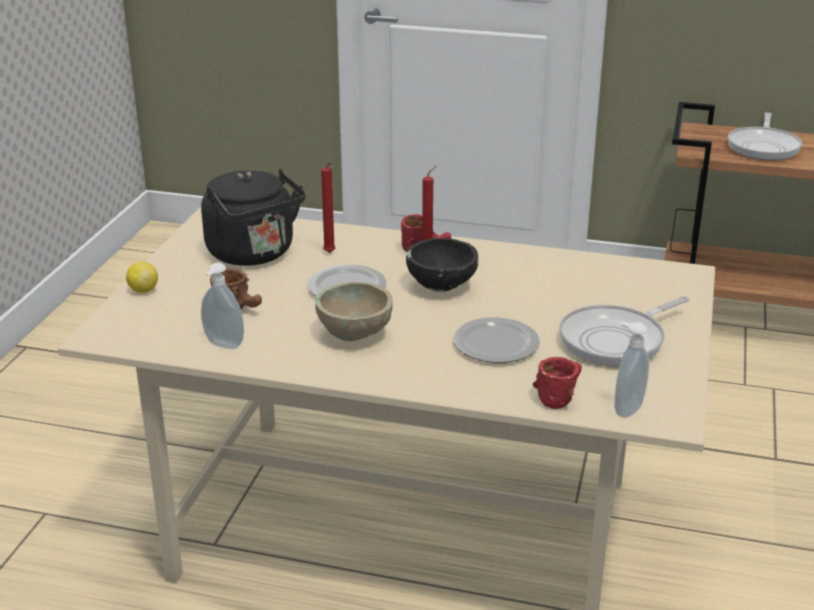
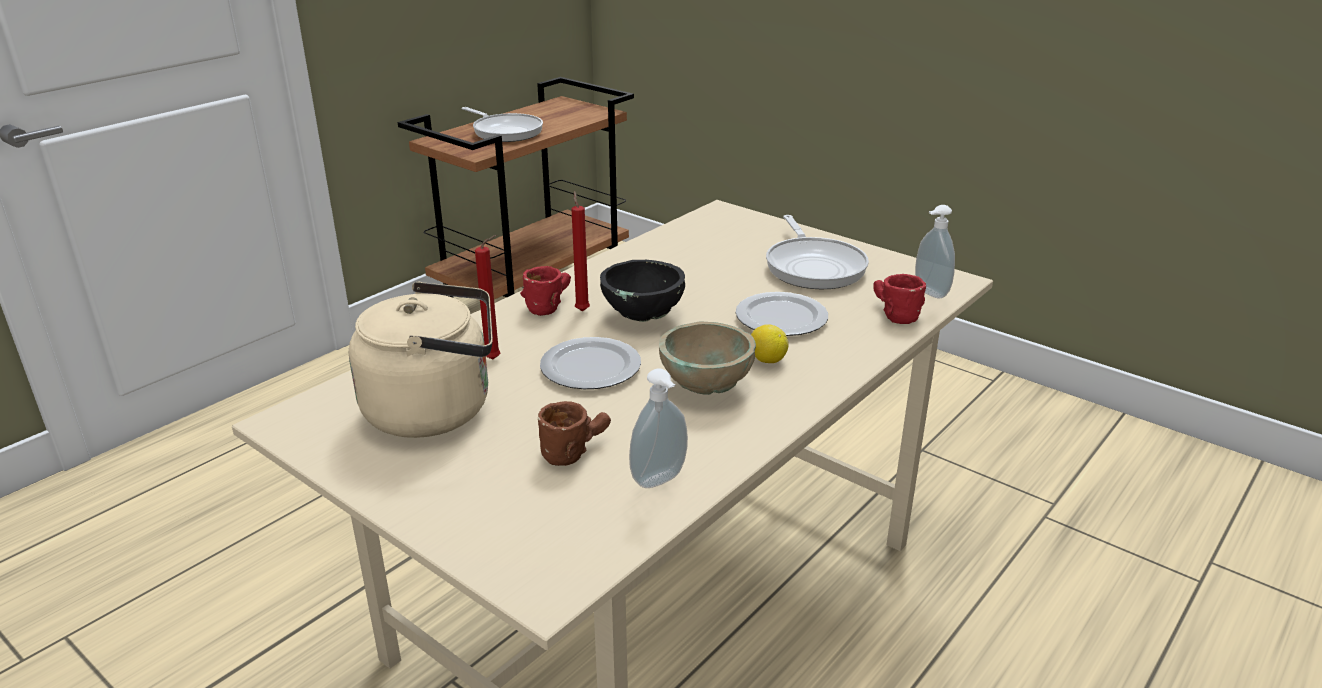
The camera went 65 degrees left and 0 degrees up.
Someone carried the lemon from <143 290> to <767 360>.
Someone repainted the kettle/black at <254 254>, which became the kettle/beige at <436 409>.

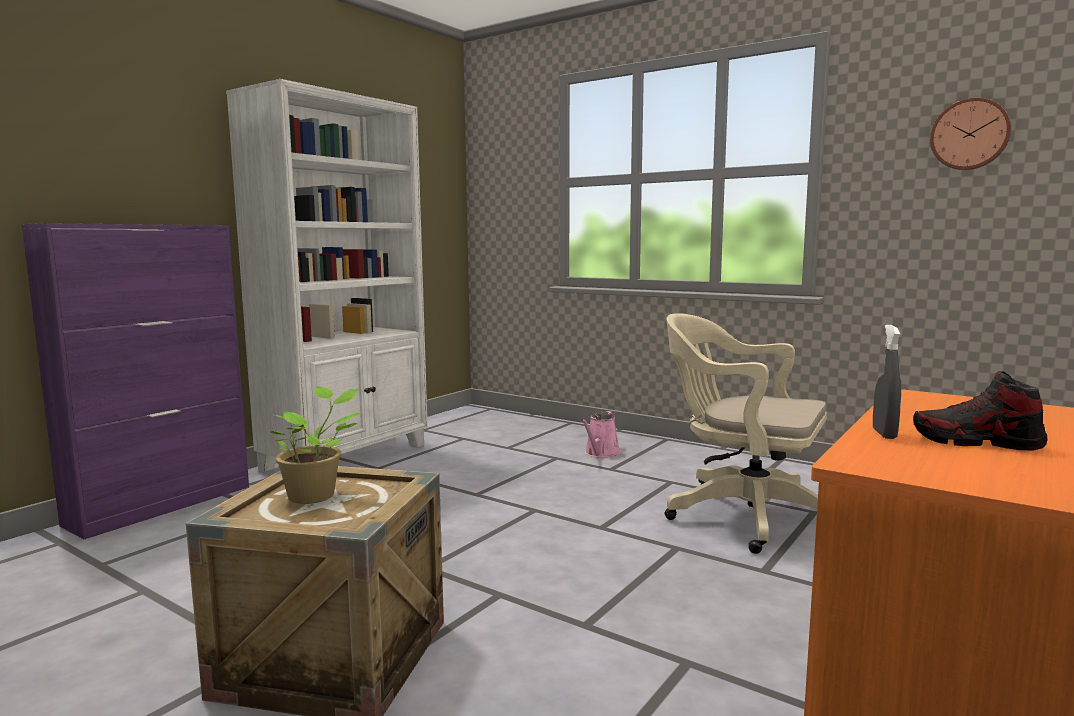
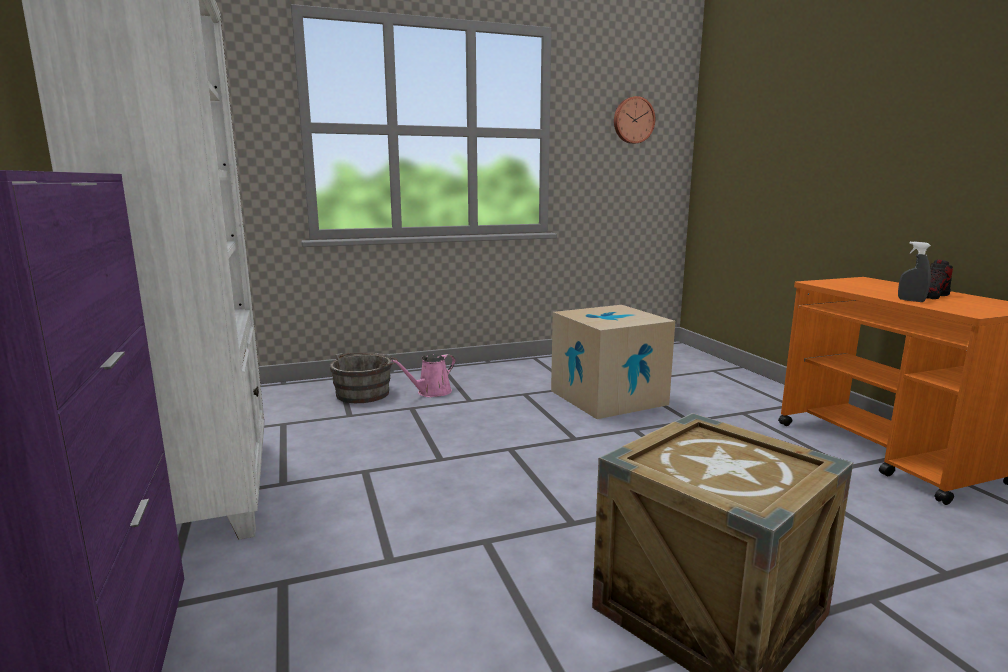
The camera went 55 degrees left and 5 degrees up.
Someone took away the potted plant at <315 495>.
Someone rotated the watering can/pink at <601 453> by 75 degrees clockwise.
Someone swapped the office chair/beige at <742 516> for the cardboard box at <608 397>.
Someone put down the bucket/grey at <365 393>.

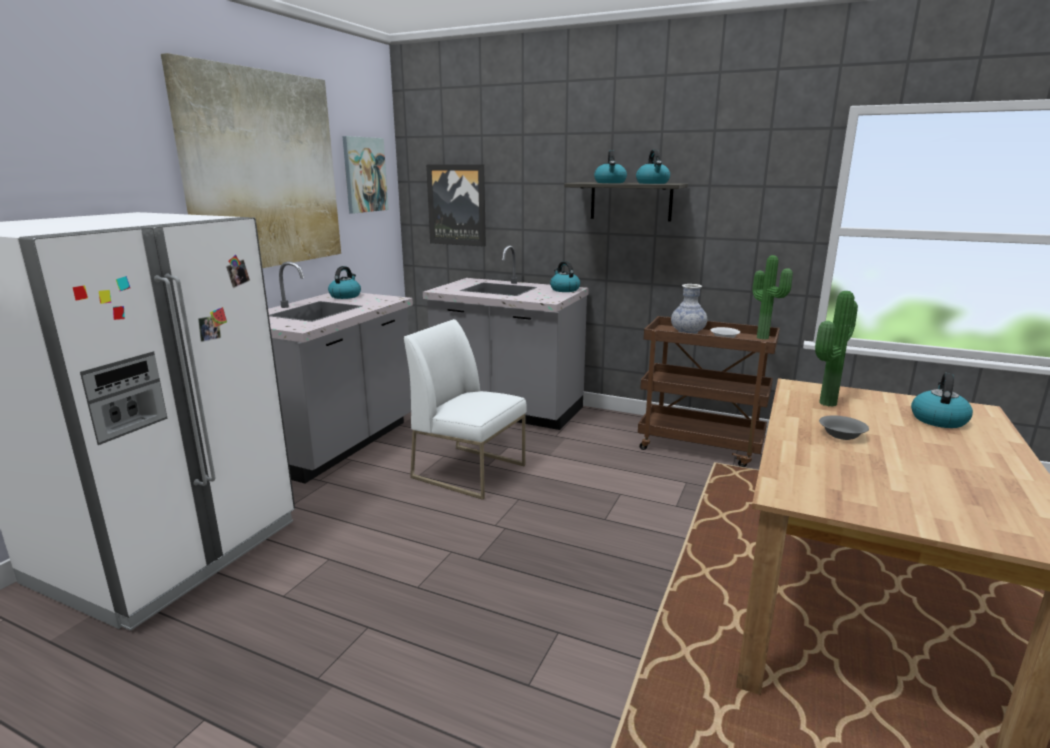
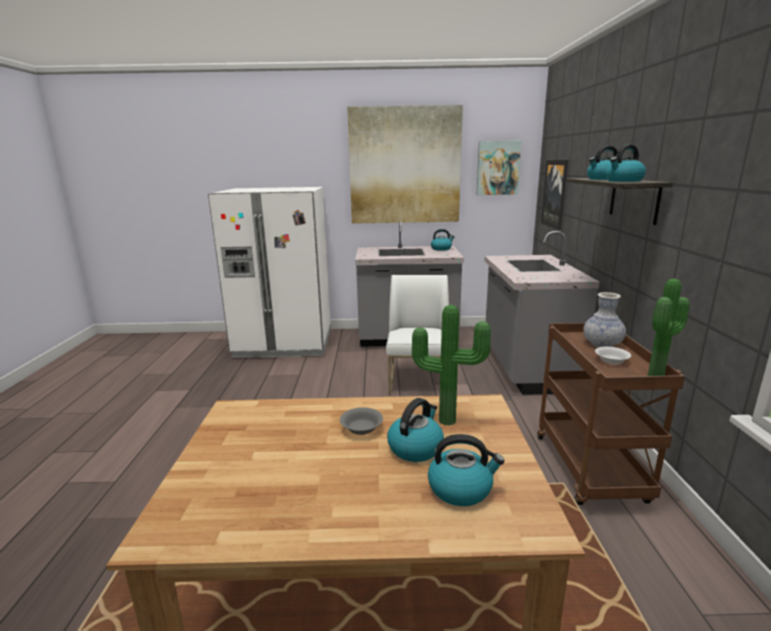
The camera went 65 degrees right and 0 degrees up.
Someone carried the kettle from <564 289> to <415 447>.

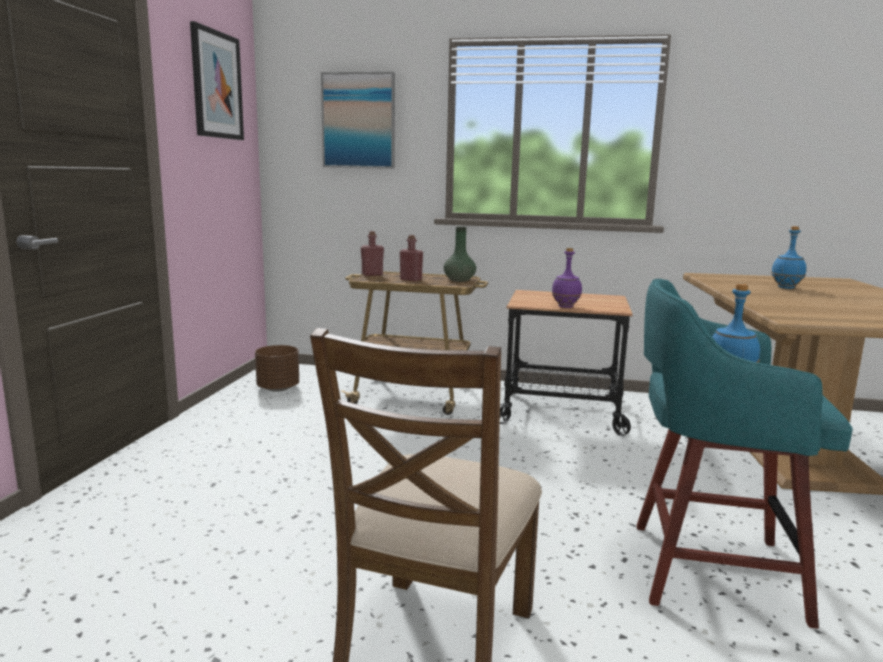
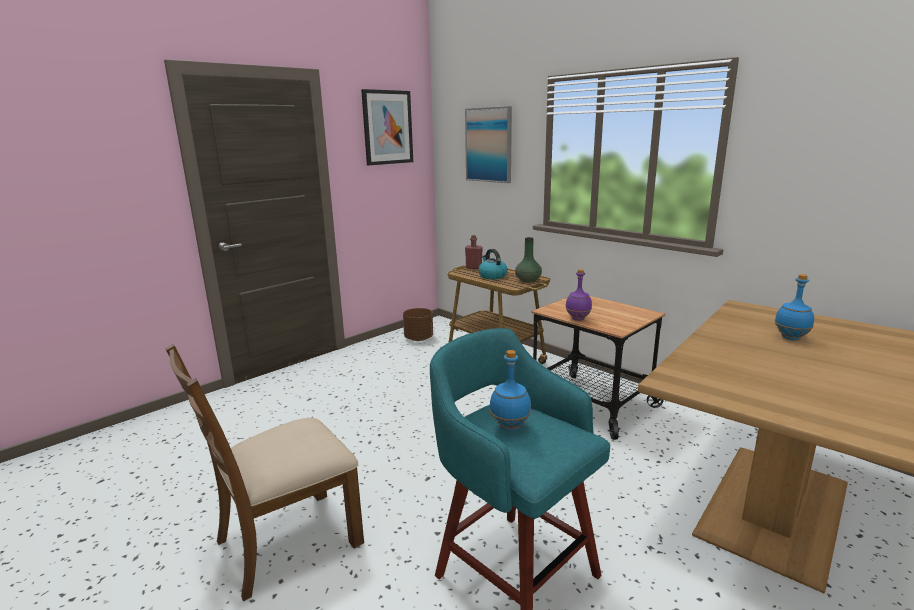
The camera went 35 degrees right and 5 degrees up.
Someone swapped the bottle/red at <411 280> for the kettle at <492 276>.

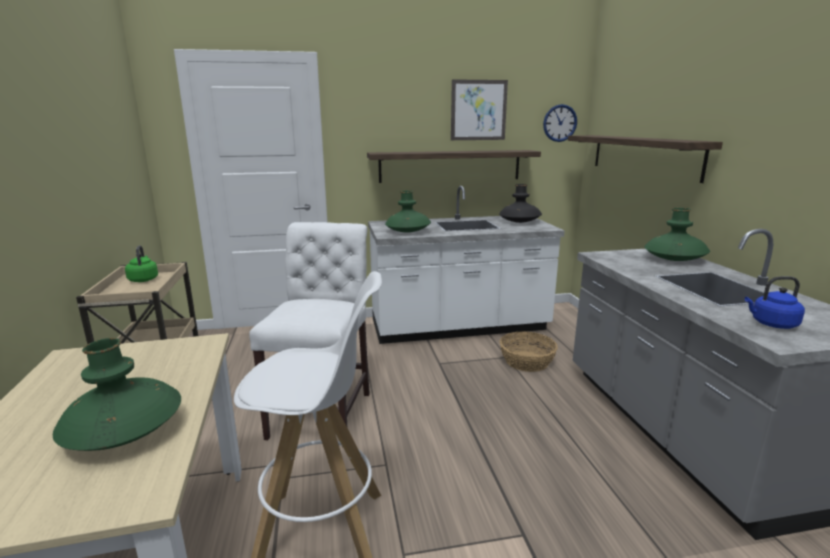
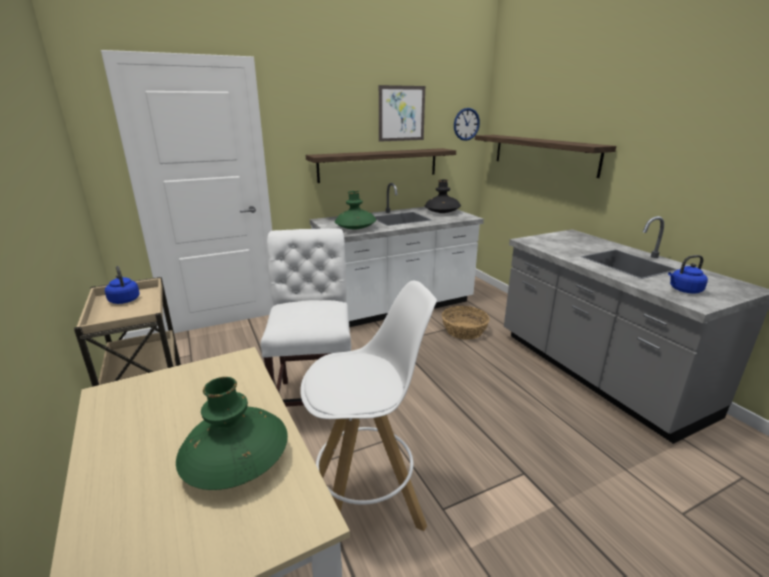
The camera went 15 degrees left and 5 degrees up.
Someone repainted the kettle/green at <143 279>, which became the kettle/blue at <124 300>.
Someone took away the vase/green at <674 259>.

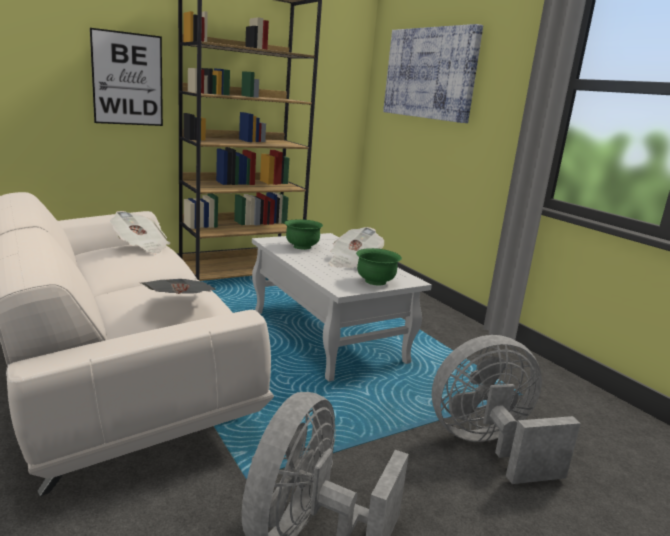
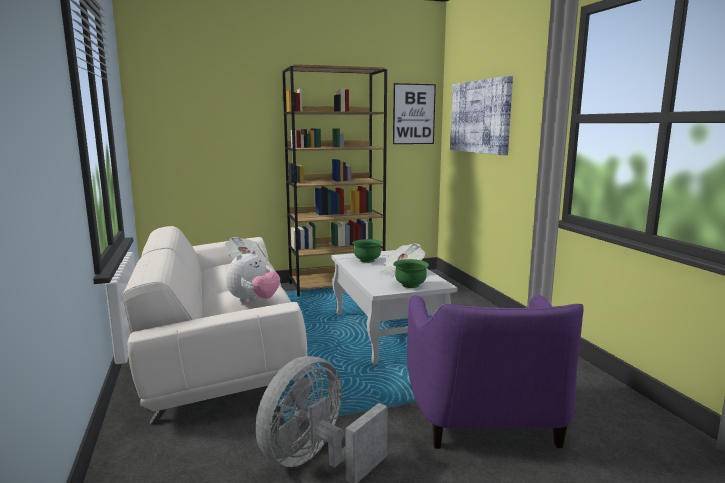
The camera went 15 degrees right and 5 degrees down.
Someone carried the picture from <127 79> to <414 114>.
Someone swapped the newspaper at <179 305> for the plush toy at <253 301>.
Someone swapped the fan/grey at <488 446> for the armchair/purple at <485 417>.

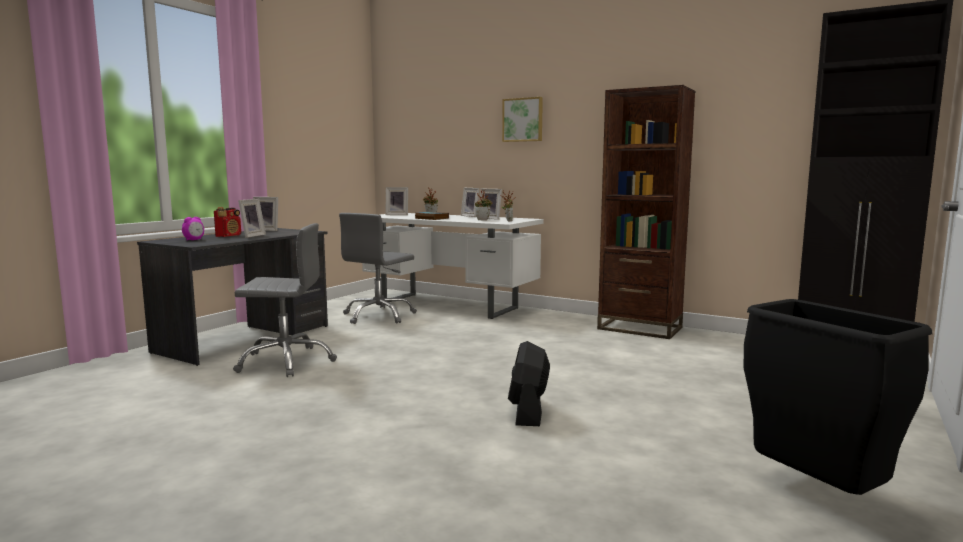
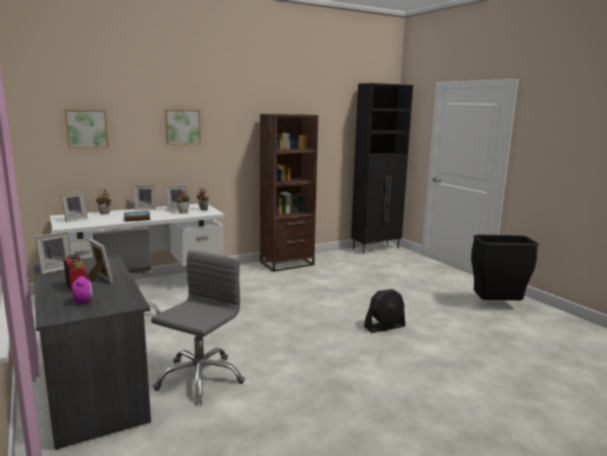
The camera went 60 degrees left and 5 degrees up.
Someone rotated the fan/black at <528 412> by 60 degrees counterclockwise.
Someone put up the picture at <86 128>.

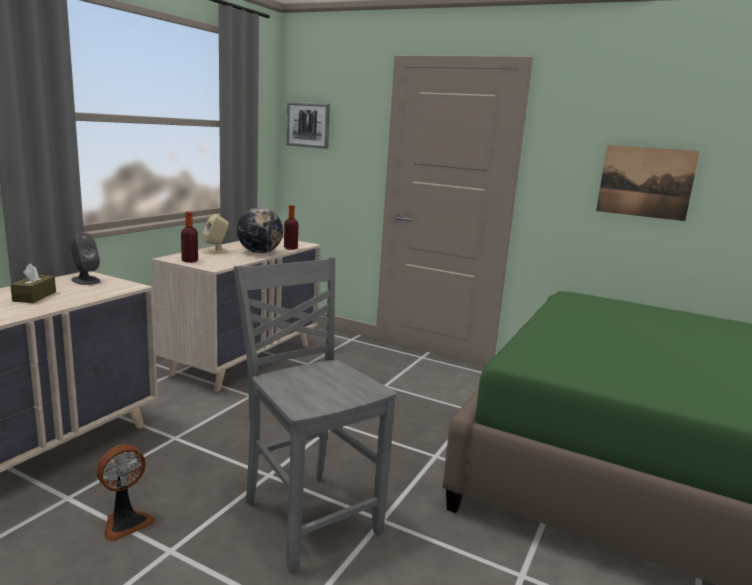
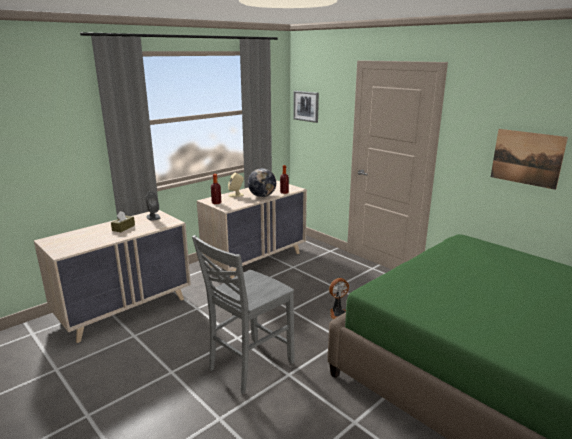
The camera went 20 degrees right and 5 degrees up.
Someone carried the fan from <125 522> to <338 313>.
Someone rotated the chair/grey at <309 516> by 120 degrees counterclockwise.

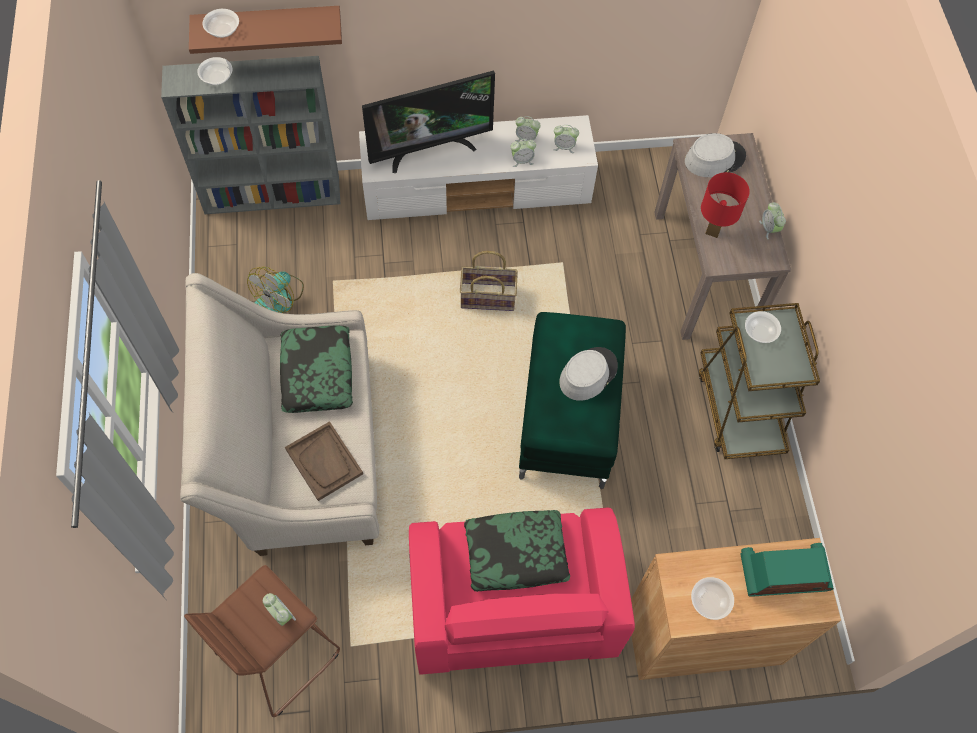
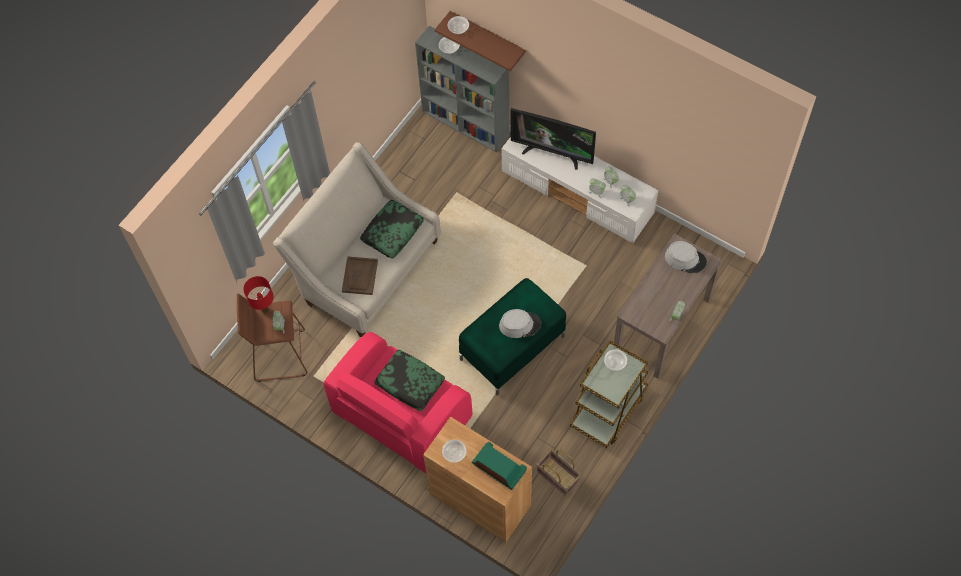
The camera went 45 degrees right and 0 degrees up.
Someone took away the fan at <279 297>.
Someone carried the basket from <488 297> to <558 476>.
Someone carried the table lamp/red from <712 232> to <264 309>.

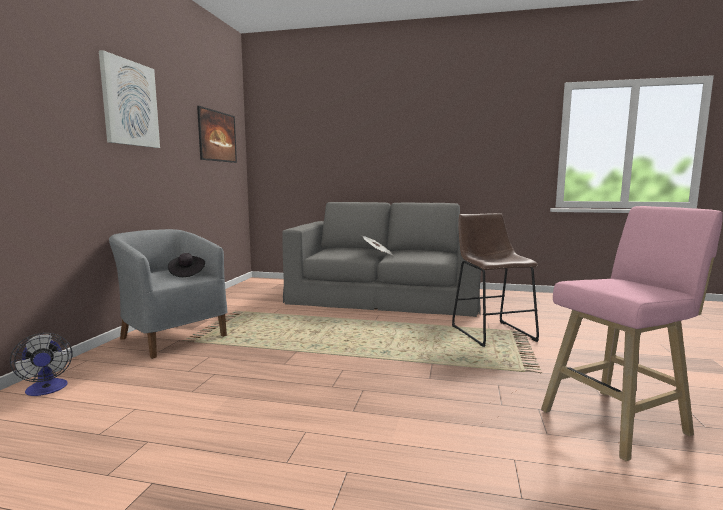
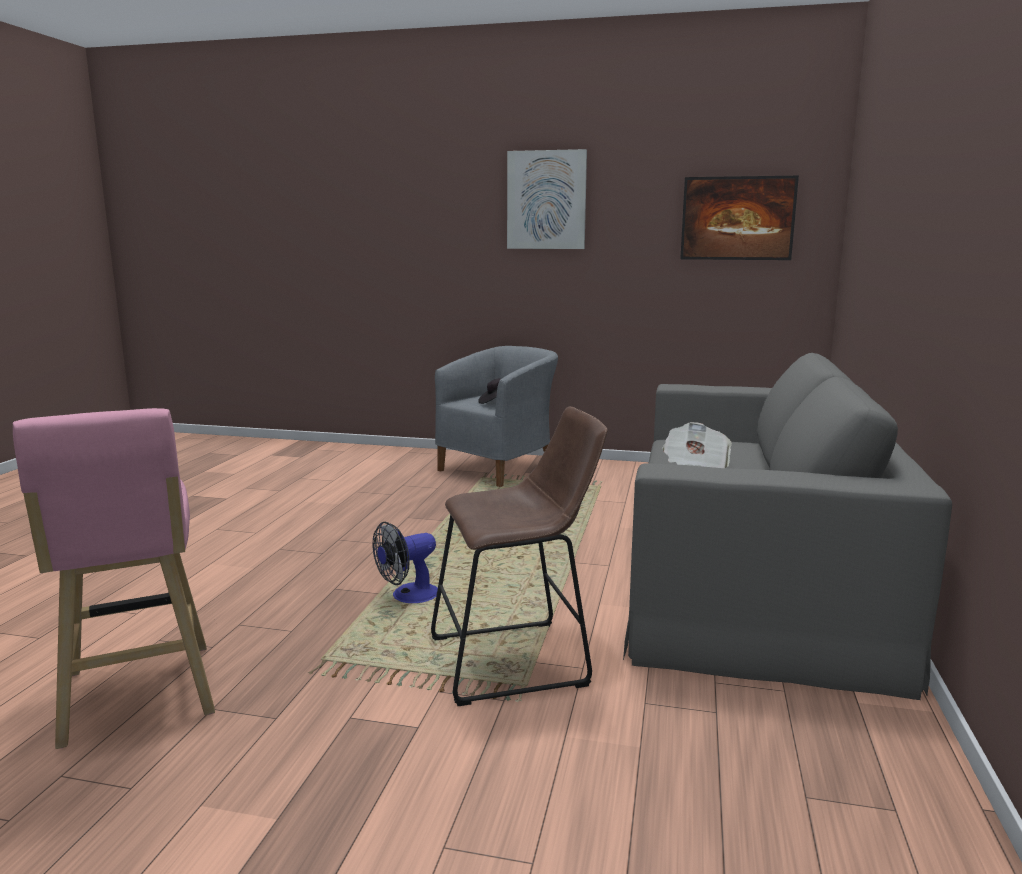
The camera went 90 degrees right and 5 degrees up.
Someone carried the fan from <47 390> to <408 596>.

